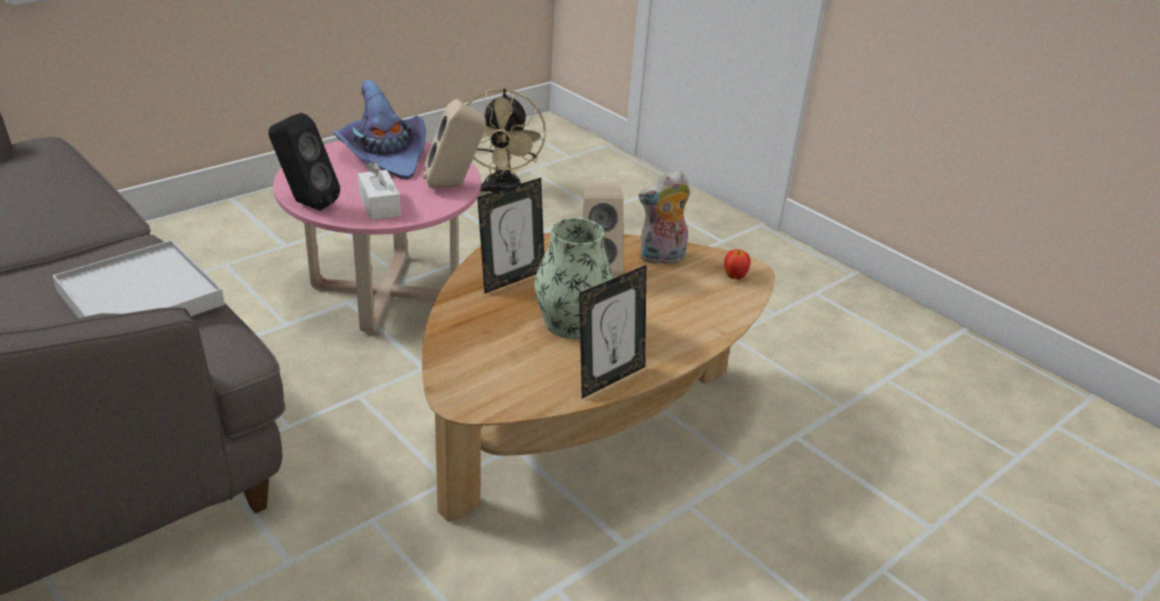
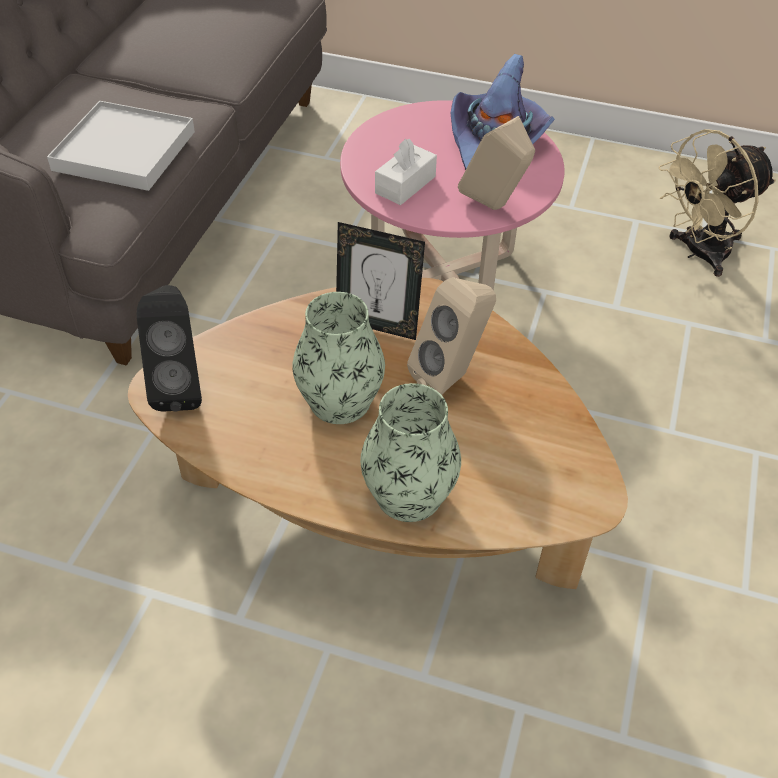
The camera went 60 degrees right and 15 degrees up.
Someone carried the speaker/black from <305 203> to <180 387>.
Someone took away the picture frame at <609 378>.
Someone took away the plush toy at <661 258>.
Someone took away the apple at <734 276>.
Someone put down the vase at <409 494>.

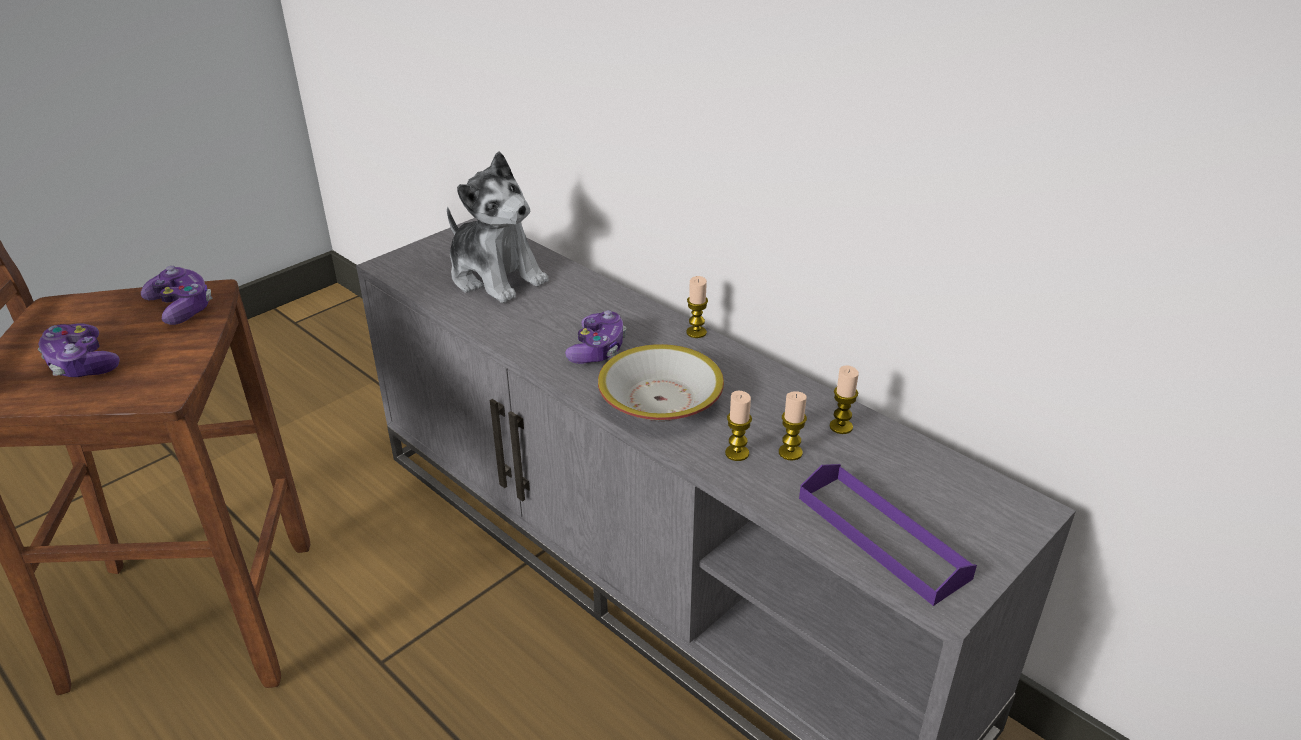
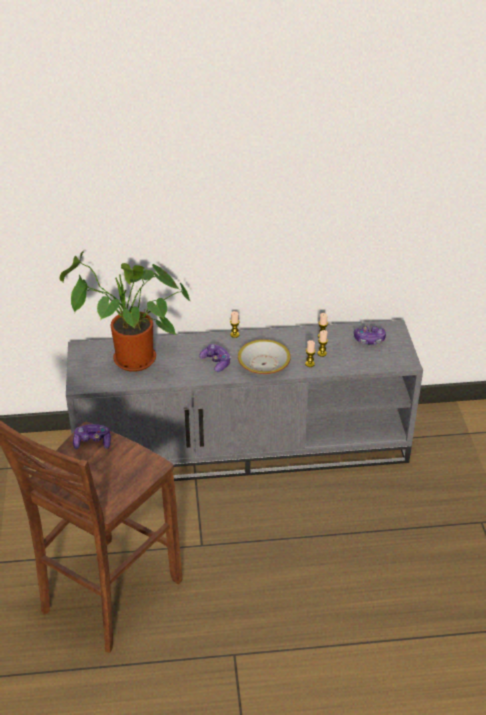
The camera went 50 degrees left and 5 degrees up.
Someone carried the game controller from <82 364> to <369 339>.
Someone swapped the plush toy at <496 276> for the potted plant at <130 361>.
Someone took away the tray/purple at <882 537>.

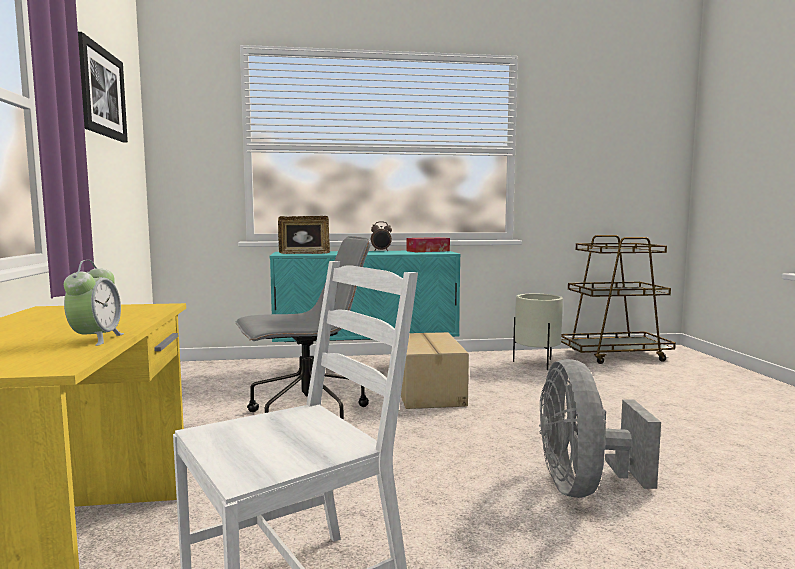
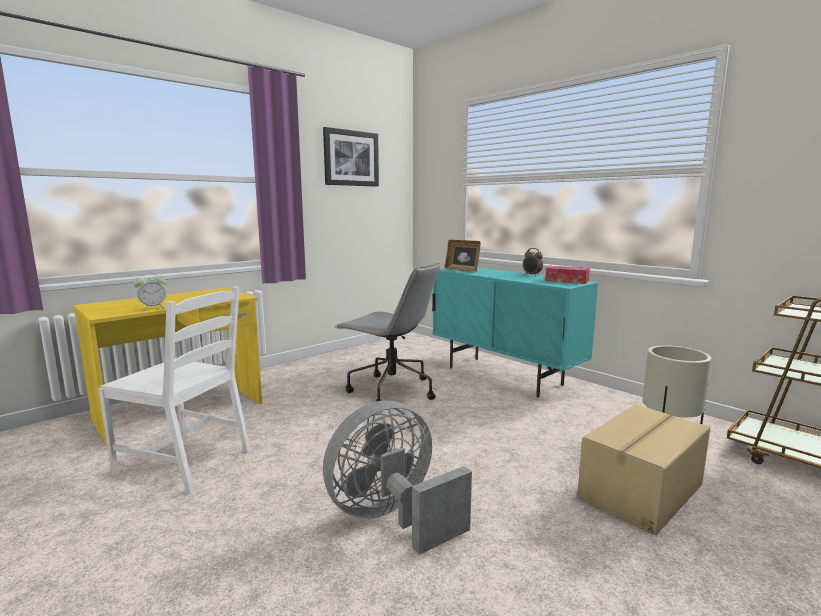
The camera went 55 degrees right and 5 degrees up.
Someone carried the cardboard box from <429 392> to <642 491>.

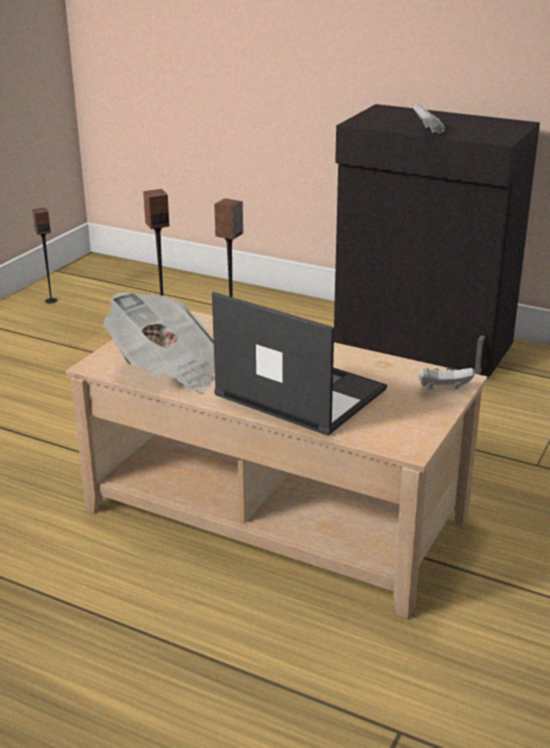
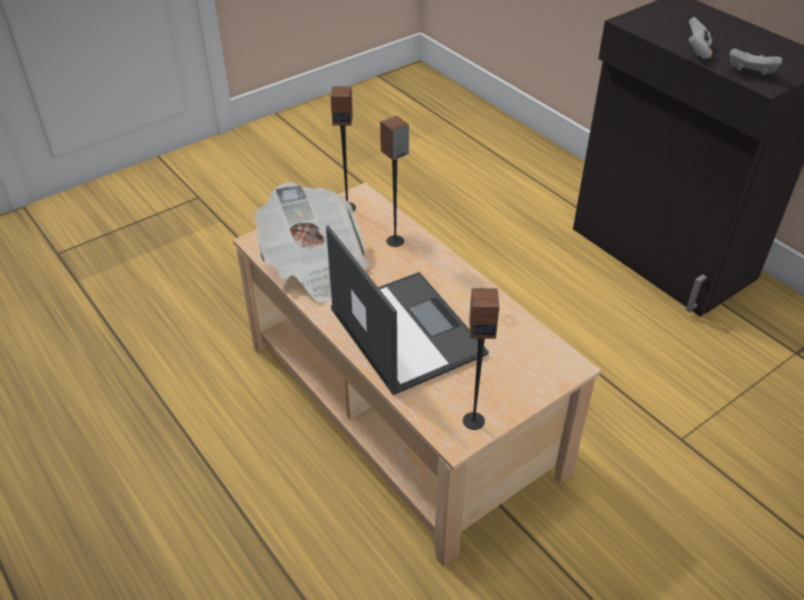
The camera went 25 degrees right and 15 degrees up.
Someone carried the speaker from <51 300> to <473 420>.
Someone carried the game controller/white from <443 390> to <750 73>.

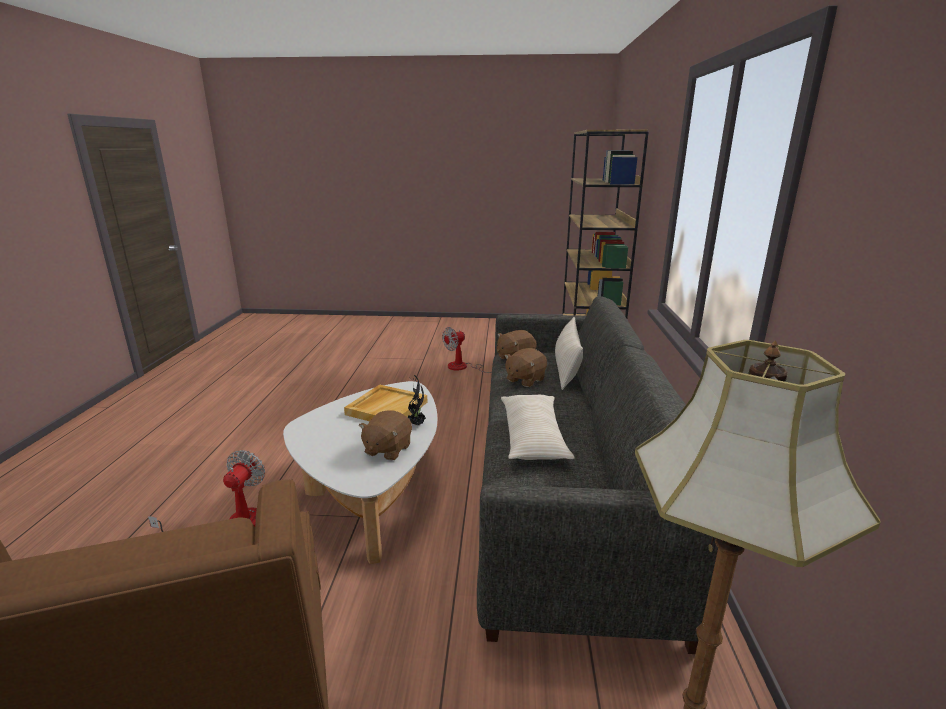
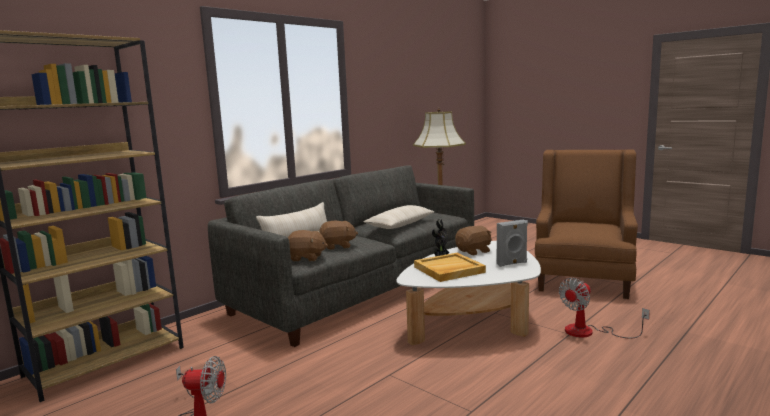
The camera went 140 degrees left and 10 degrees down.
Someone put down the speaker/grey at <512 263>.

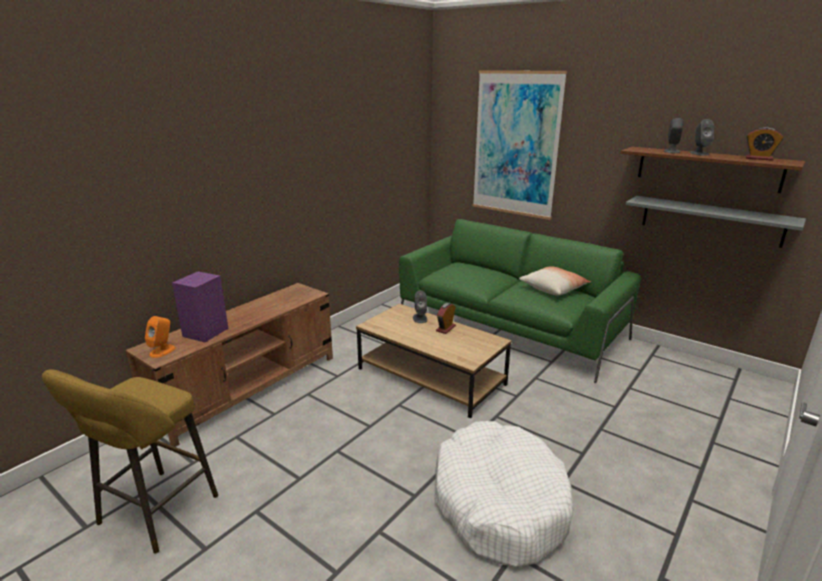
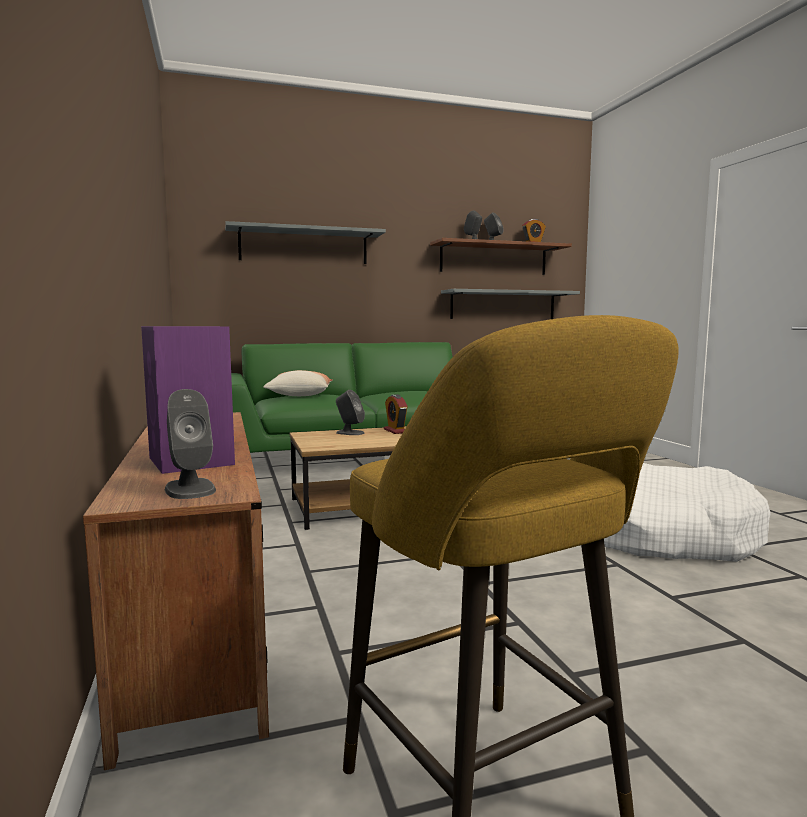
The camera went 55 degrees left and 15 degrees down.
Someone repainted the speaker/orange at <162 351>, which became the speaker/grey at <190 489>.
Someone swapped the picture at <516 145> for the shelf/grey at <304 246>.
Someone carried the pillow from <553 289> to <300 395>.

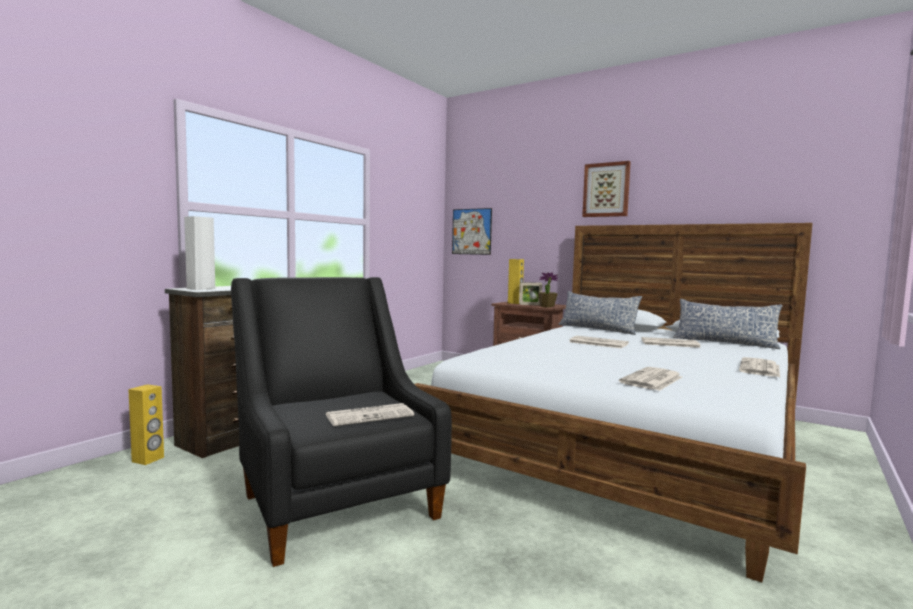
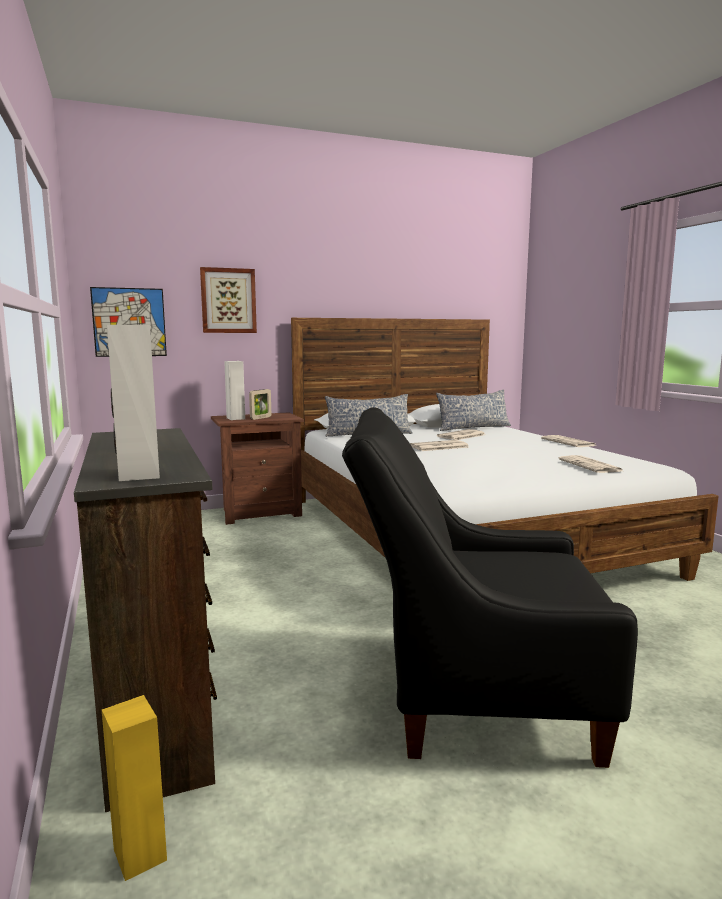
The camera went 55 degrees left and 5 degrees up.
Someone took away the newspaper at <370 415>.
Someone repainted the speaker/yellow at <515 303>, which became the speaker/white at <236 418>.
Someone took away the potted plant at <547 306>.
Someone carried the picture from <606 190> to <228 301>.

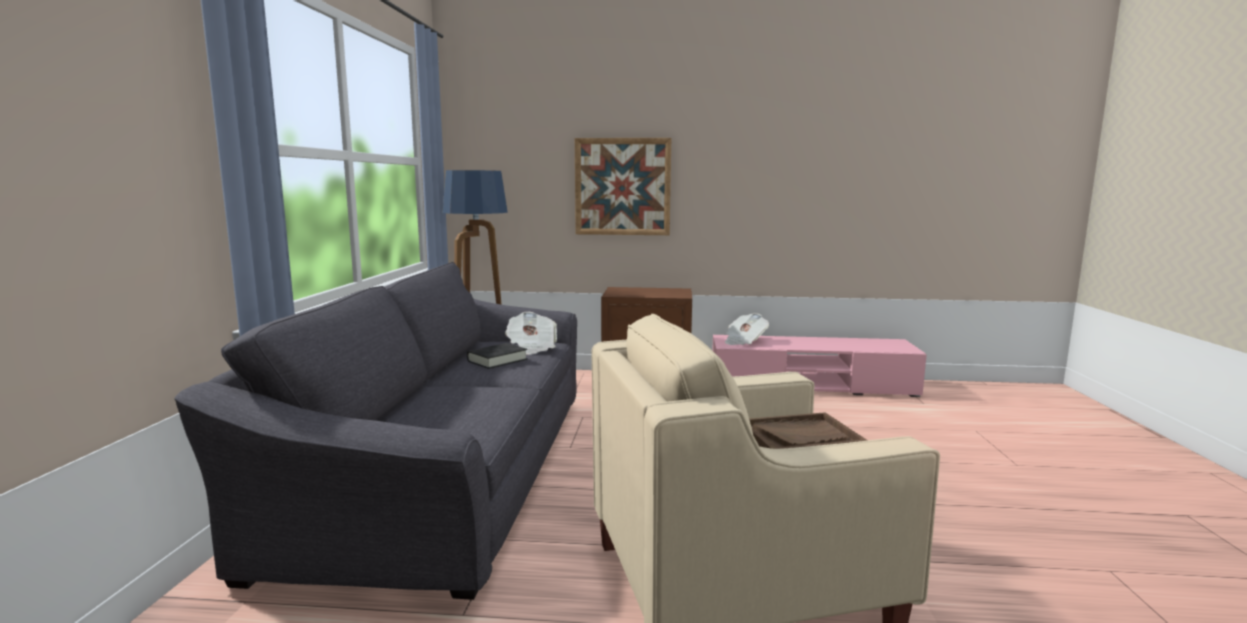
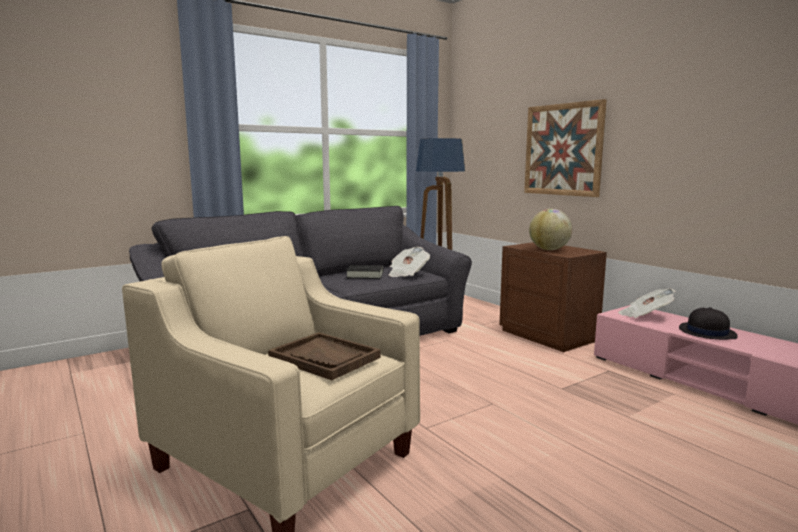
The camera went 50 degrees right and 0 degrees up.
Someone put down the globe at <549 249>.
Someone put down the hat/black at <706 332>.

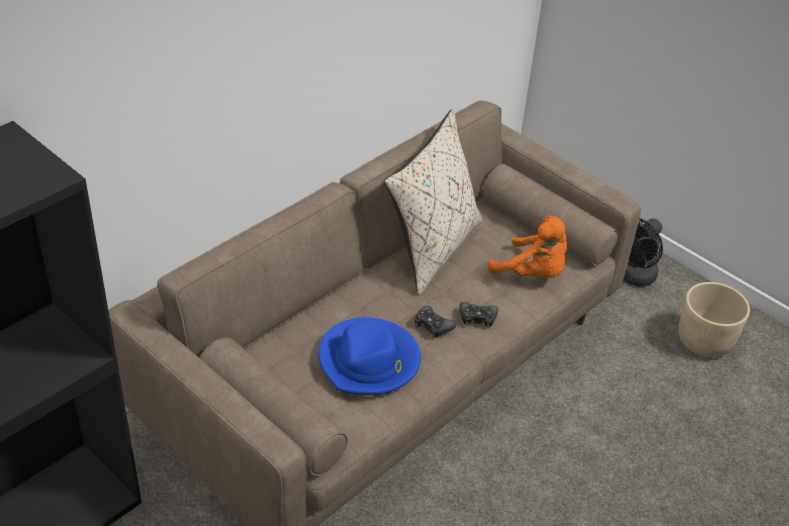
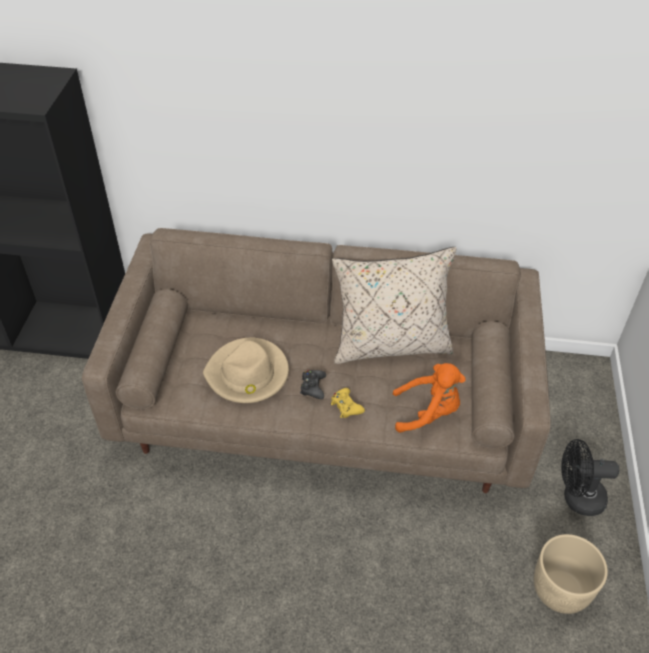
The camera went 55 degrees right and 5 degrees up.
Someone repainted the hat/blue at <369 361>, which became the hat/beige at <247 374>.
Someone repainted the game controller/black at <477 318>, which became the game controller/yellow at <346 406>.
Someone rotated the plush toy/orange at <532 274> by 90 degrees counterclockwise.

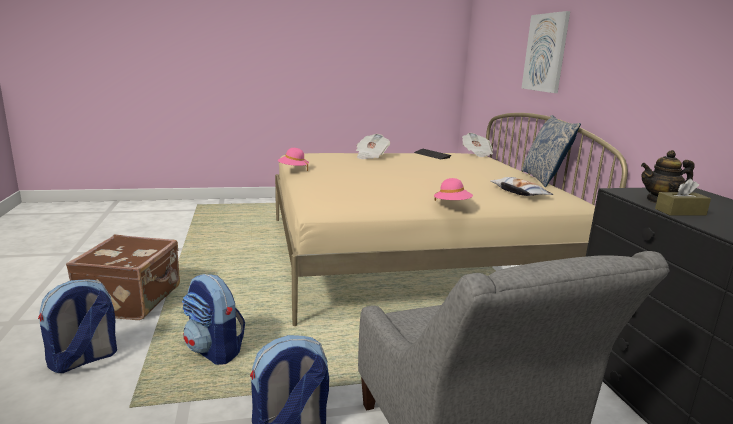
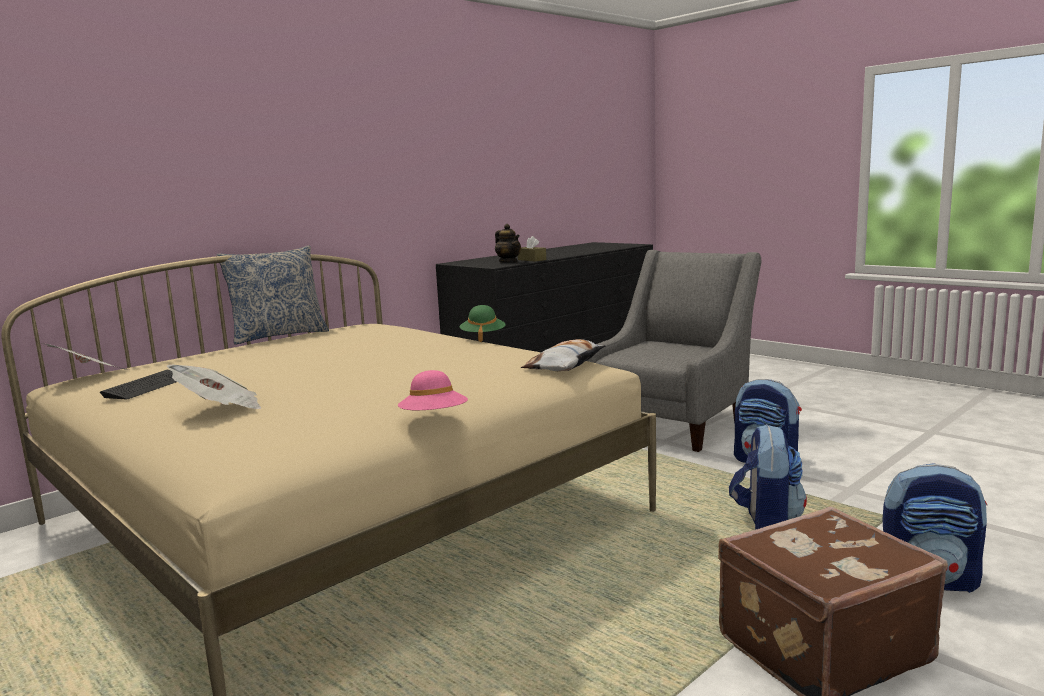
The camera went 120 degrees left and 5 degrees down.
Someone repainted the hat/pink at <452 204>, which became the hat/green at <483 337>.
Someone carried the pillow from <519 192> to <565 365>.
Someone took away the picture at <545 52>.

